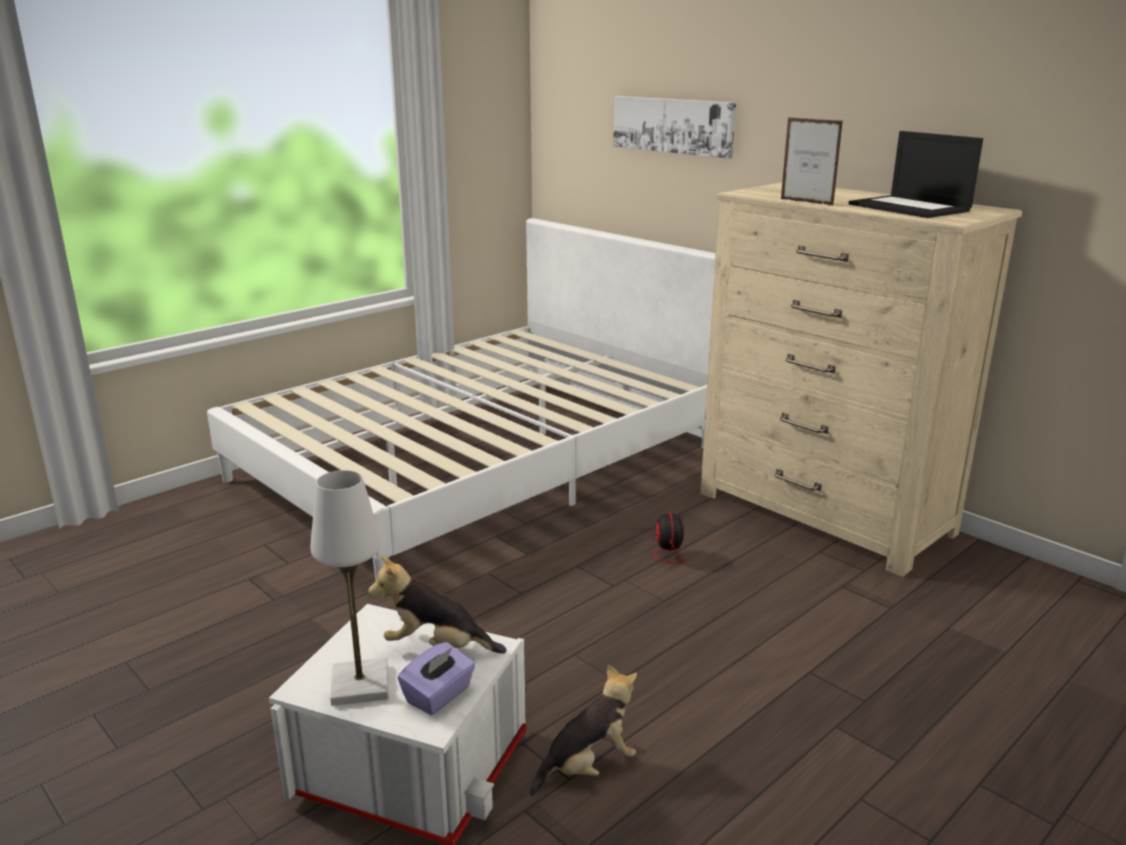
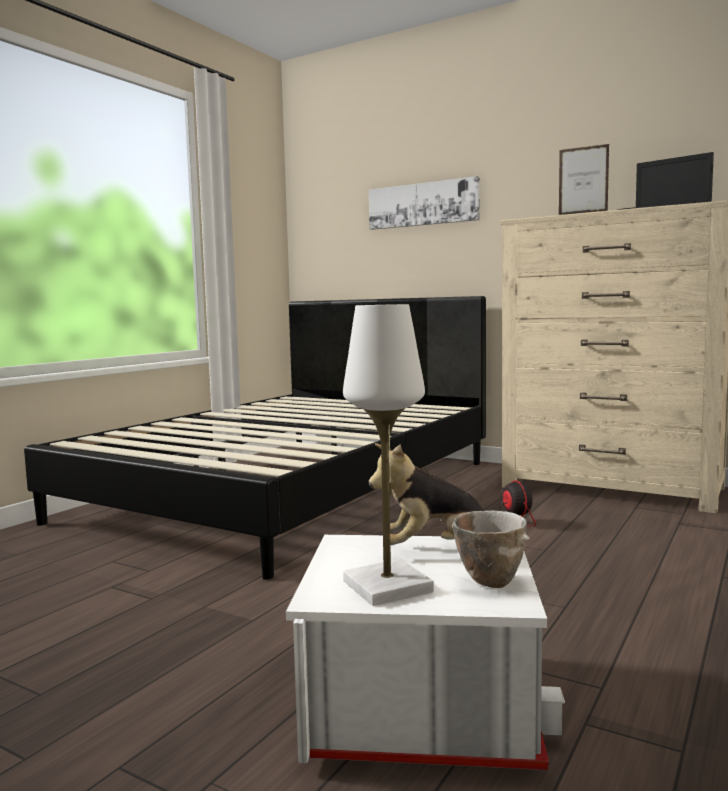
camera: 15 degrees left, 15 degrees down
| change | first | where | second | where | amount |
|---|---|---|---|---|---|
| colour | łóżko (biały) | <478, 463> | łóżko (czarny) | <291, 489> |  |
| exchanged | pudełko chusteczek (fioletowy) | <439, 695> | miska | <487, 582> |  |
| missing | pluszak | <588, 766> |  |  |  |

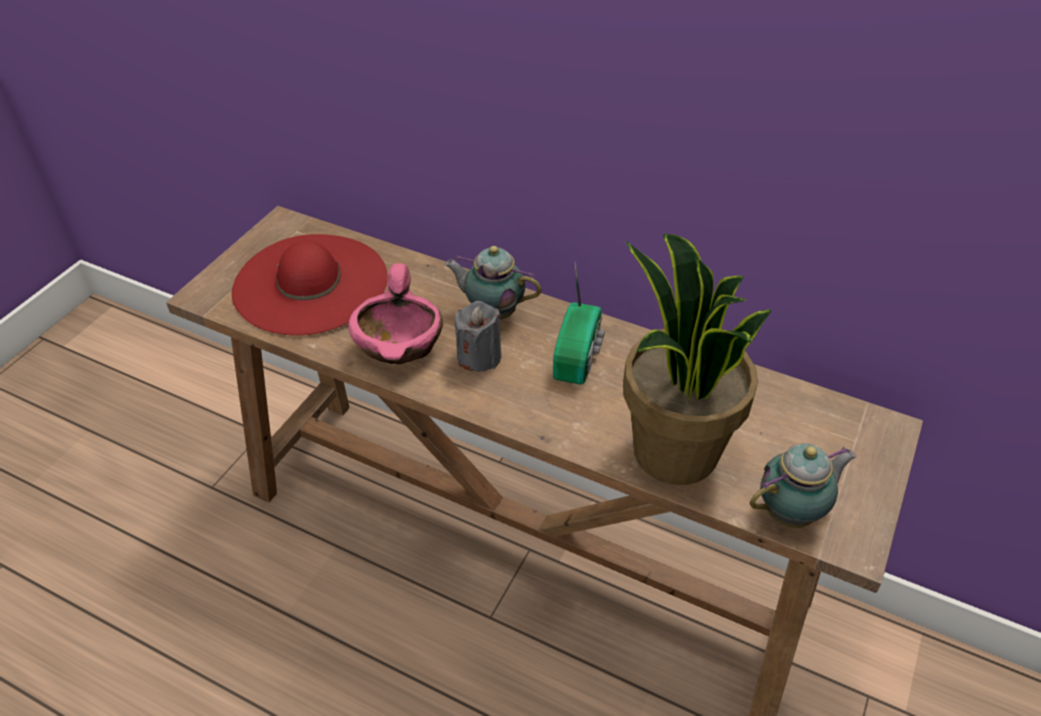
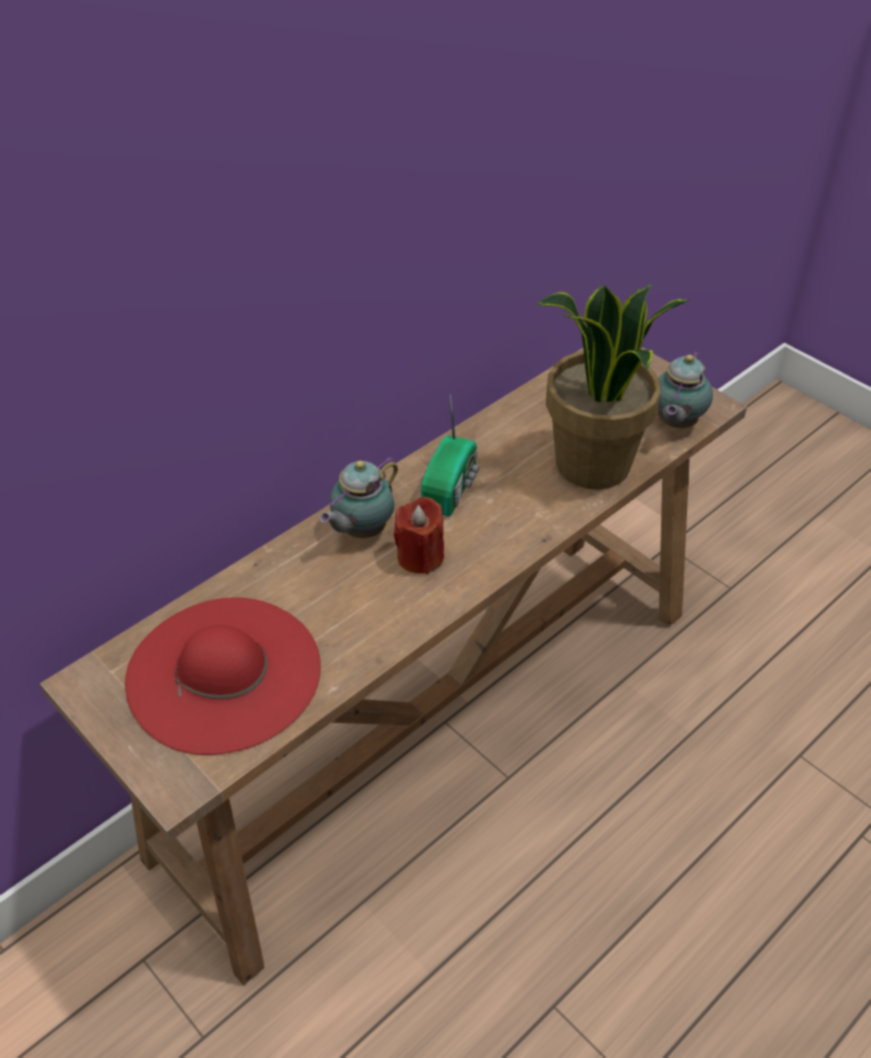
camera: 70 degrees left, 0 degrees up
| change | first | where | second | where | amount |
|---|---|---|---|---|---|
| missing | miska (różowy) | <399, 344> |  |  |  |
| spun | radio | <579, 354> |  | <452, 487> | 75 degrees clockwise |
| colour | świeca (szary) | <479, 356> | świeca (czerwony) | <420, 556> |  |
| spun | imbryk | <792, 512> |  | <675, 424> | 150 degrees counterclockwise |

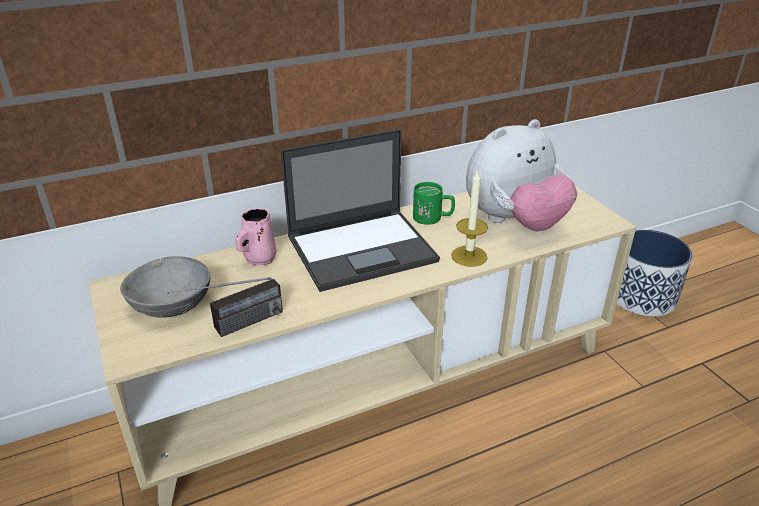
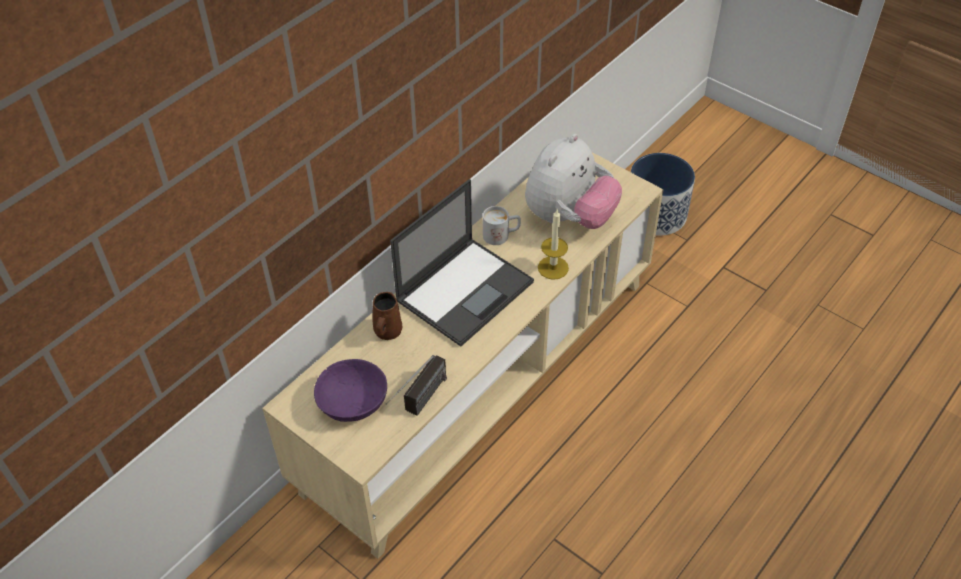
camera: 25 degrees left, 15 degrees up
| change | first | where | second | where | amount |
|---|---|---|---|---|---|
| colour | kubek (zielony) | <433, 218> | kubek (biały) | <501, 235> |  |
| colour | kubek (różowy) | <258, 258> | kubek (brązowy) | <387, 332> |  |
| colour | miska (szary) | <172, 304> | miska (fioletowy) | <354, 403> |  |

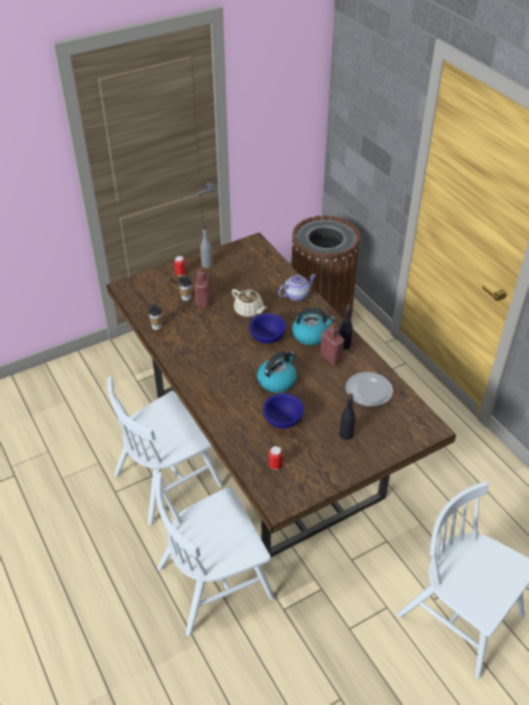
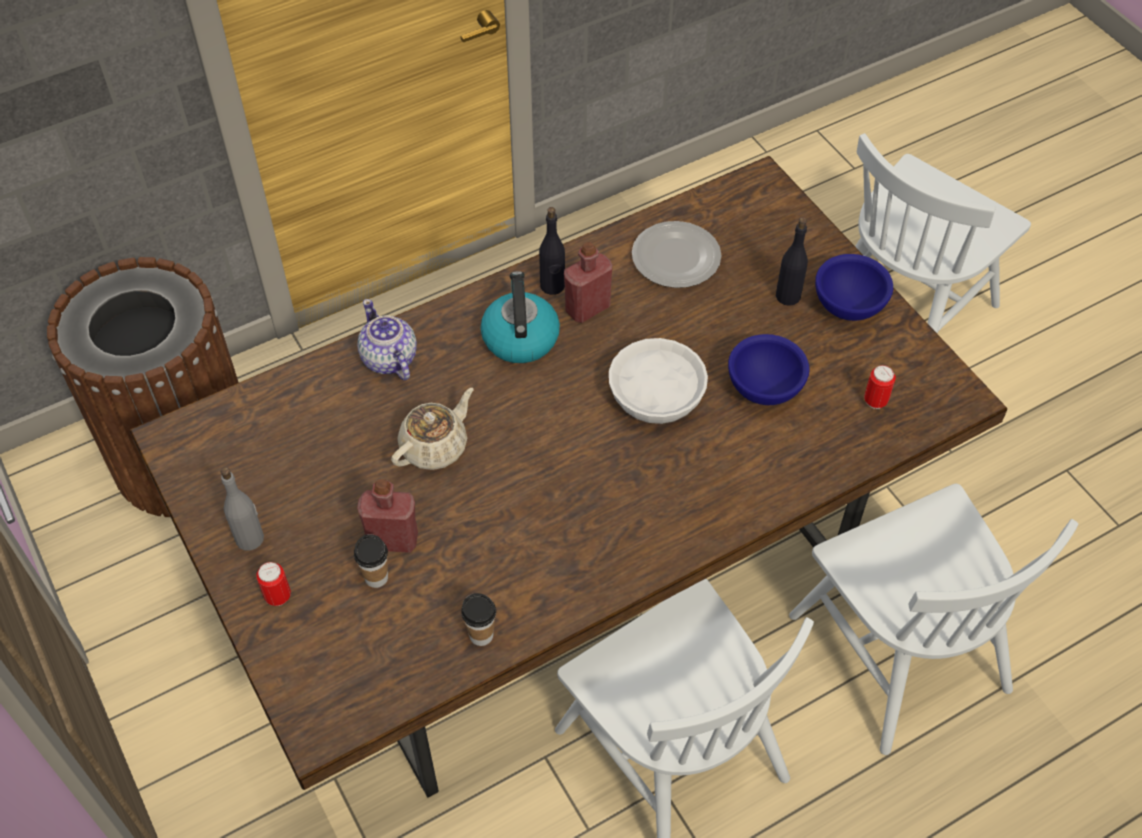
camera: 90 degrees left, 10 degrees up
| change | first | where | second | where | amount |
|---|---|---|---|---|---|
| relocated | miska (niebieski) | <267, 338> |  | <848, 307> |  |
| exchanged | czajnik | <277, 381> | miska (biały) | <656, 396> |  |

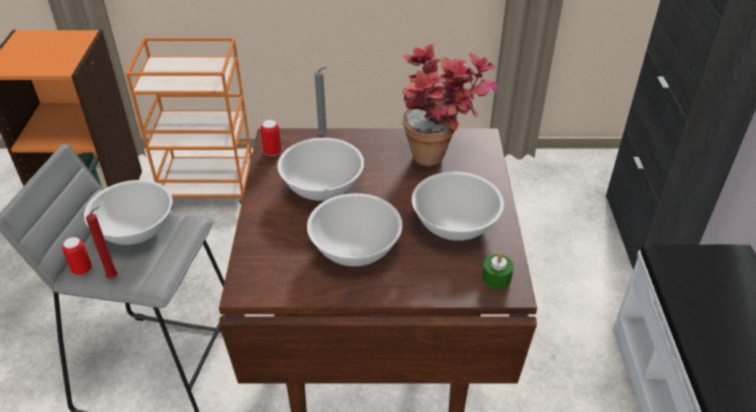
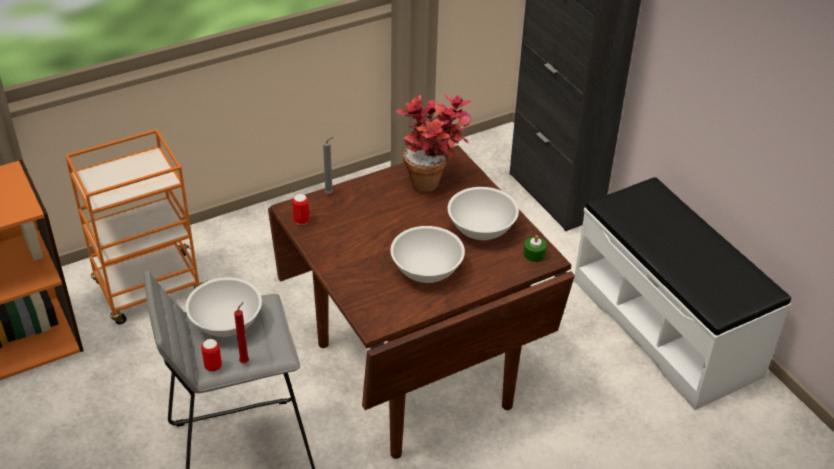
camera: 30 degrees left, 0 degrees up
| change | first | where | second | where | amount |
|---|---|---|---|---|---|
| missing | miska (biały) | <323, 187> |  |  |  |

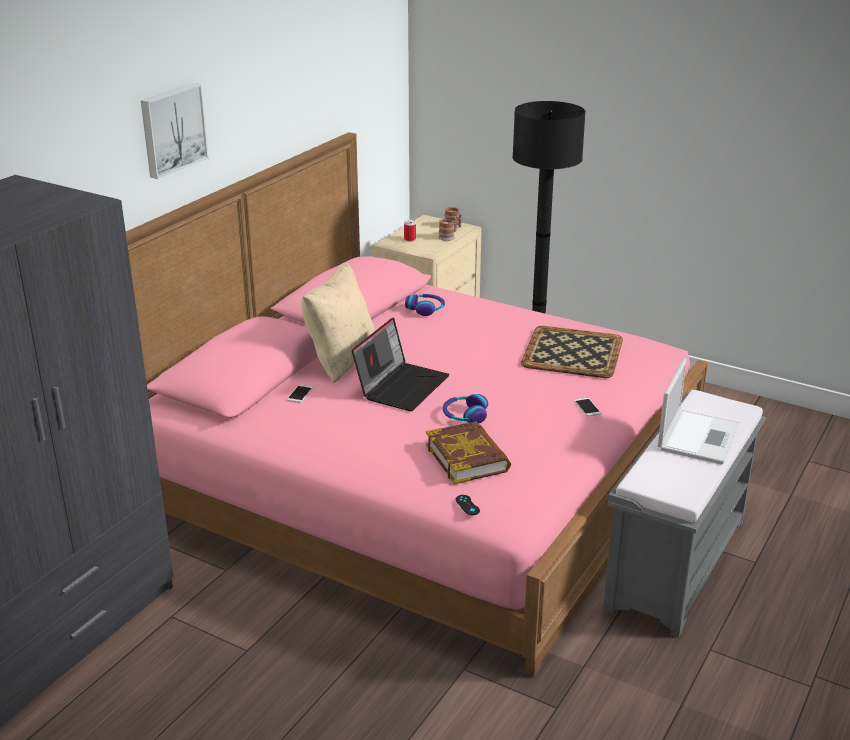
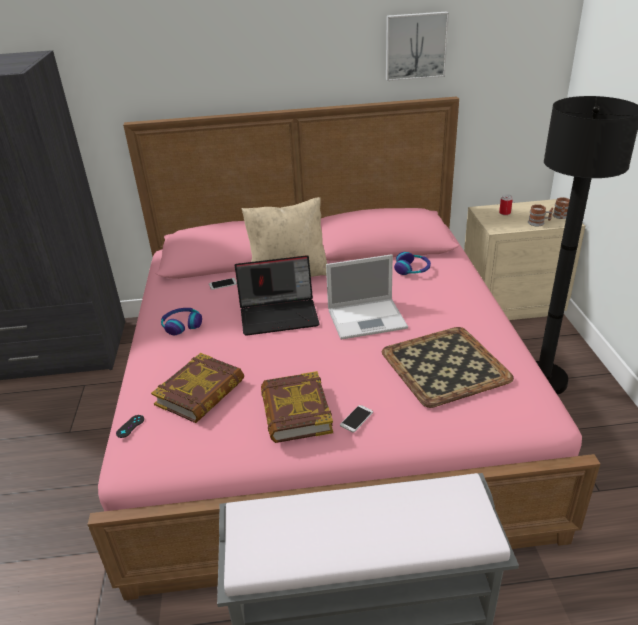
camera: 55 degrees right, 5 degrees up
| change | first | where | second | where | amount |
|---|---|---|---|---|---|
| relocated | obraz | <172, 129> |  | <415, 46> |  |
| relocated | laptop | <698, 436> |  | <368, 318> |  |
| relocated | słuchawki | <465, 415> |  | <182, 325> |  |
| appeared |  |  | książka | <295, 412> |  |

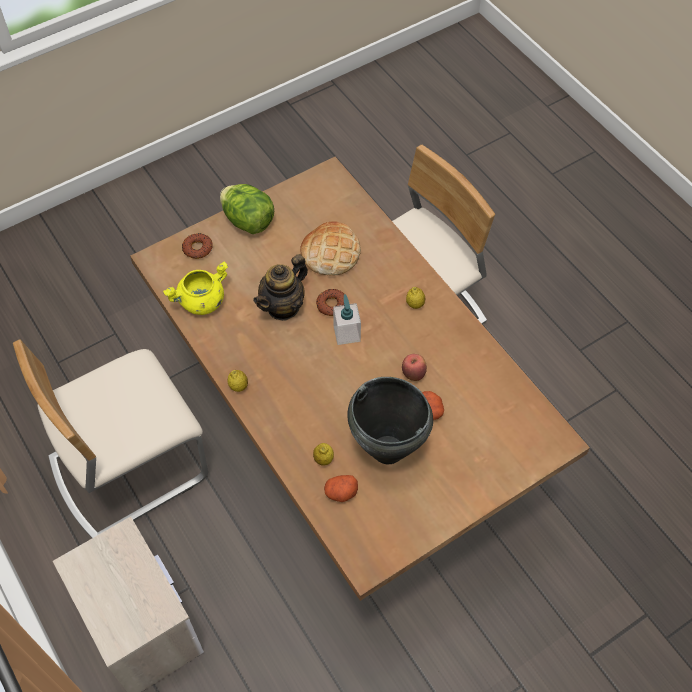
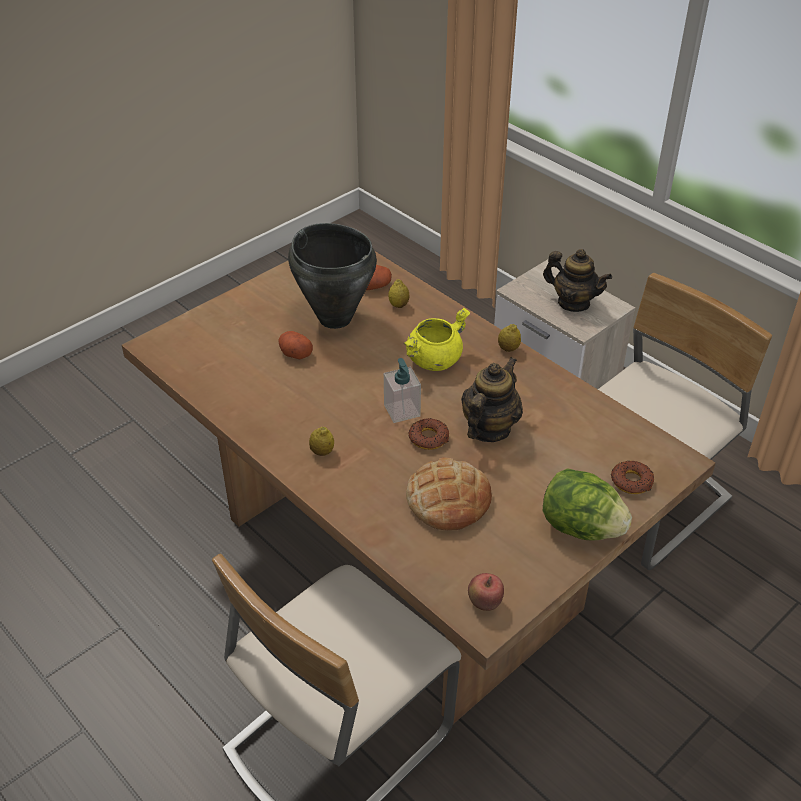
camera: 170 degrees right, 15 degrees down
| change | first | where | second | where | amount |
|---|---|---|---|---|---|
| relocated | garnek (żółty) | <201, 302> |  | <434, 360> |  |
| relocated | jabłko | <413, 374> |  | <484, 603> |  |
| appeared |  |  | imbryk | <573, 303> |  |

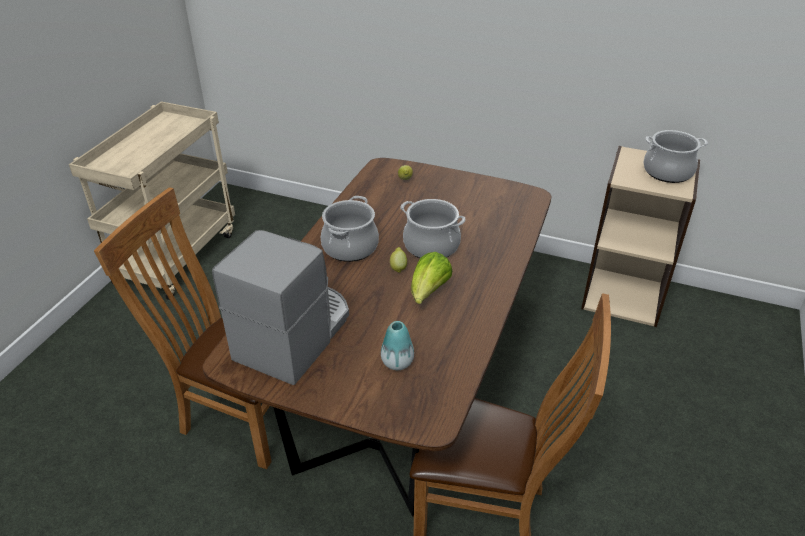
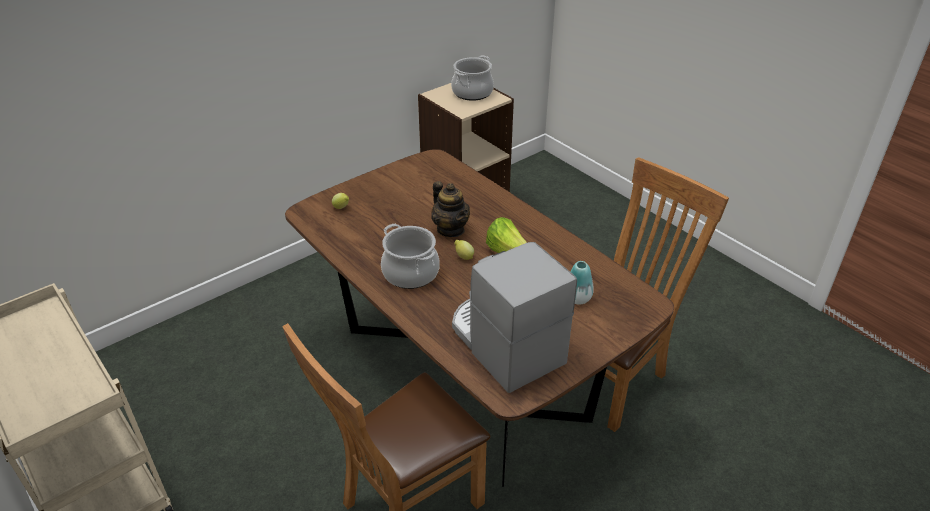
camera: 60 degrees left, 0 degrees up
| change | first | where | second | where | amount |
|---|---|---|---|---|---|
| exchanged | garnek | <431, 245> | imbryk | <451, 229> |  |

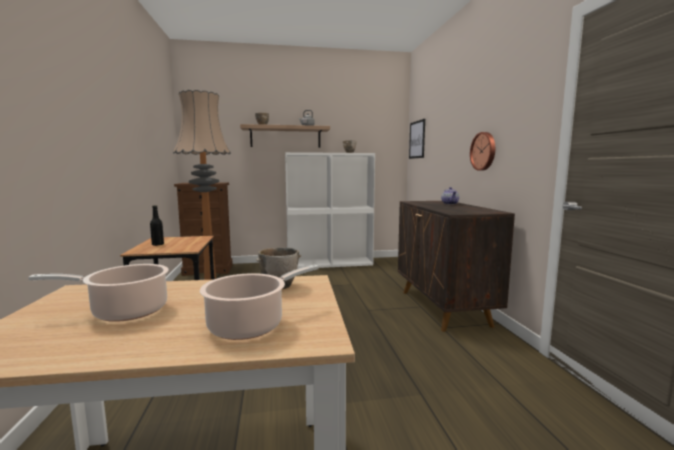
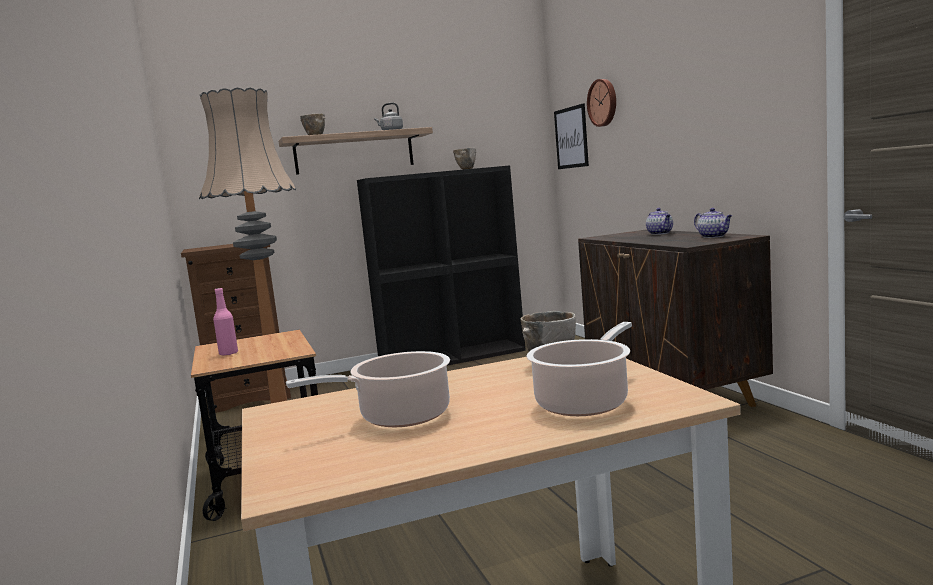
camera: 10 degrees left, 0 degrees up
| change | first | where | second | where | amount |
|---|---|---|---|---|---|
| relocated | zegar ścienny | <484, 151> |  | <603, 102> |  |
| colour | regał (biały) | <330, 263> | regał (czarny) | <453, 357> |  |
| colour | butelka (czarny) | <157, 244> | butelka (różowy) | <228, 353> |  |
| appeared |  |  | imbryk | <714, 236> |  |

